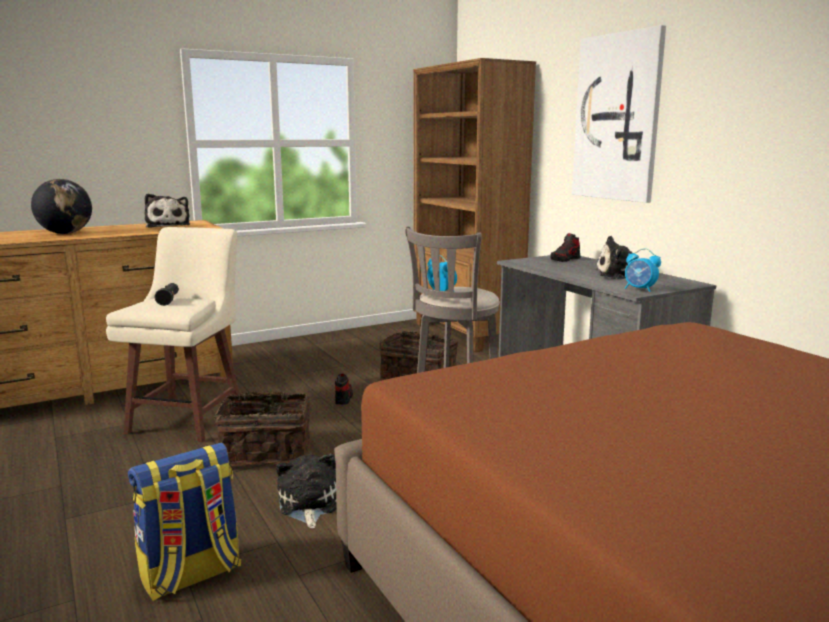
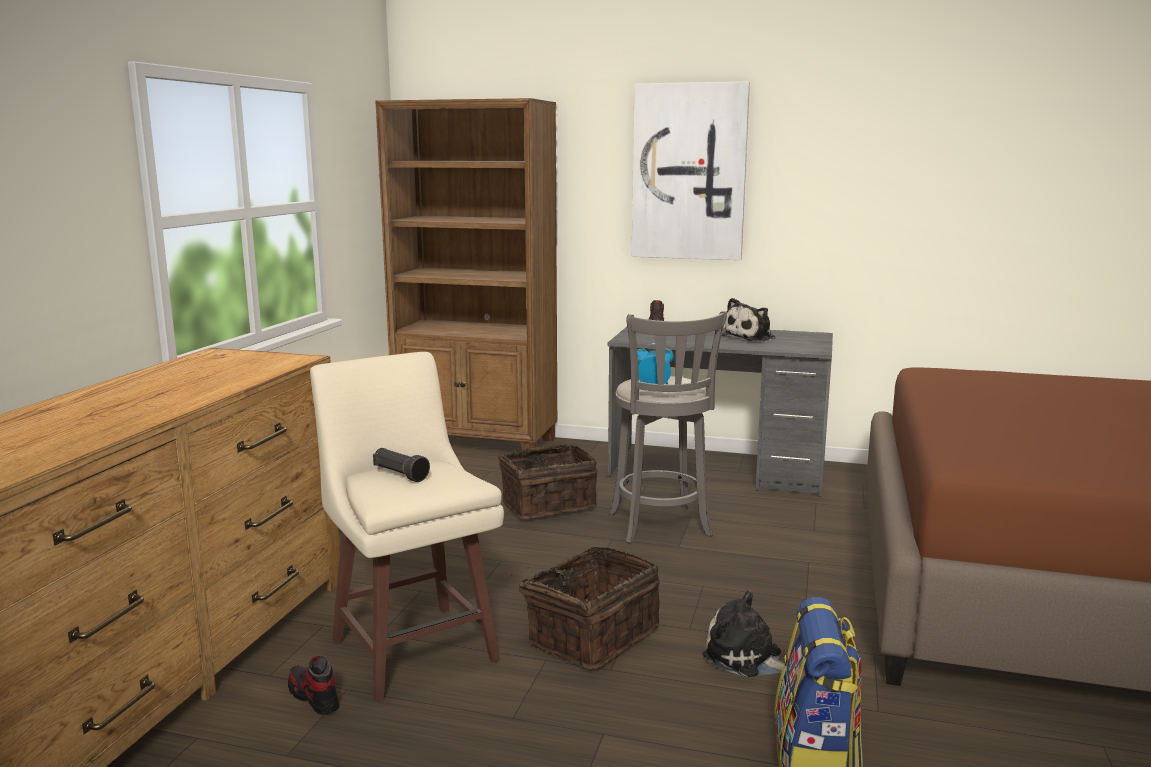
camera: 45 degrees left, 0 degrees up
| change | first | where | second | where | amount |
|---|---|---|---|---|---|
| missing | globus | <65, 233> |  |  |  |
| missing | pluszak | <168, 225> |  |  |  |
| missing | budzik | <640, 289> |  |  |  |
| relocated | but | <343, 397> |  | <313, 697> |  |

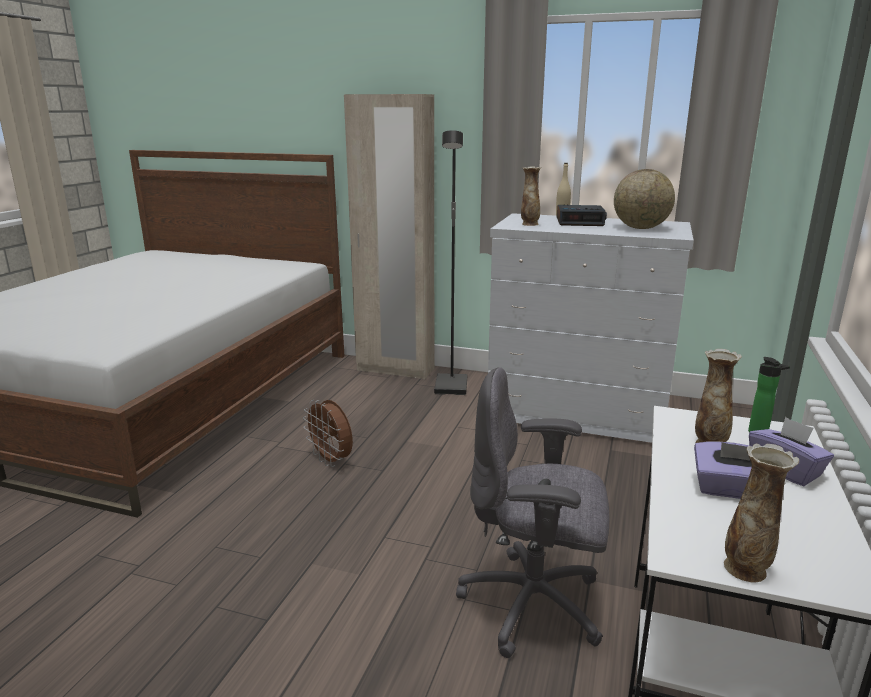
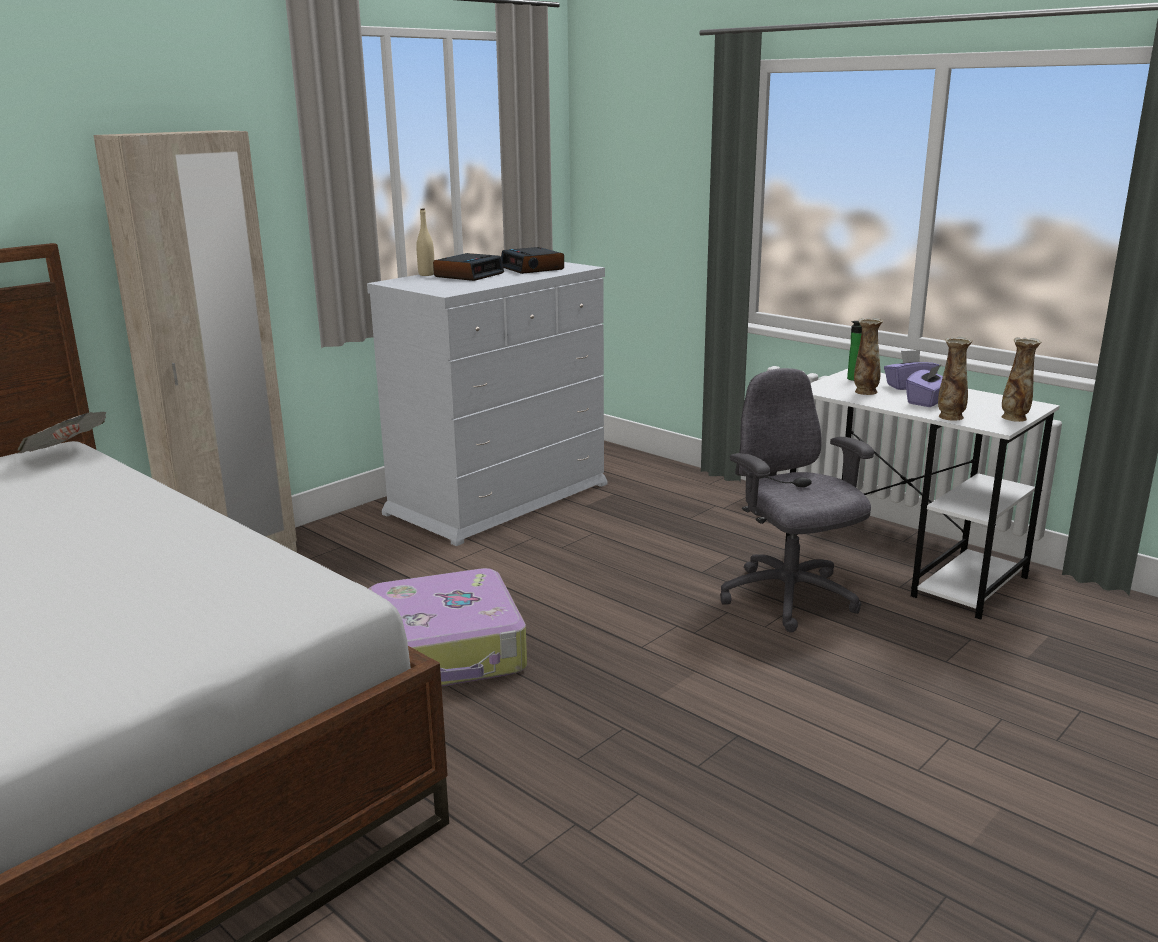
camera: 65 degrees left, 0 degrees up
| change | first | where | second | where | amount |
|---|---|---|---|---|---|
| missing | lampa stojąca (czarny) | <452, 387> |  |  |  |
| relocated | wazon | <529, 224> |  | <950, 417> |  |
| exchanged | globus | <640, 228> | budzik | <533, 268> |  |
| spun | krzesło biurowe (szary) | <534, 605> |  | <789, 599> | 120 degrees clockwise |
| exchanged | wentylator (brązowy) | <332, 460> | walizka | <447, 652> |  |
| appeared |  |  | gazeta | <66, 455> |  |

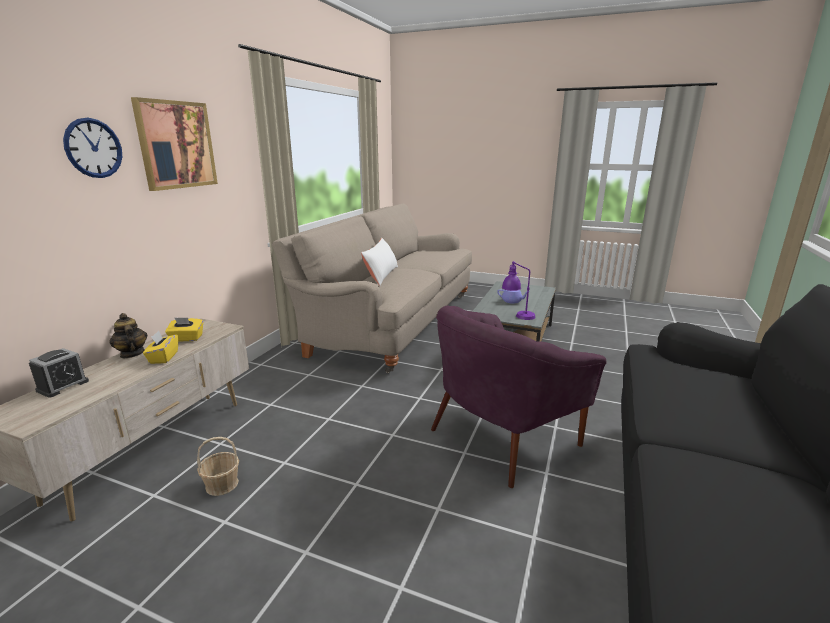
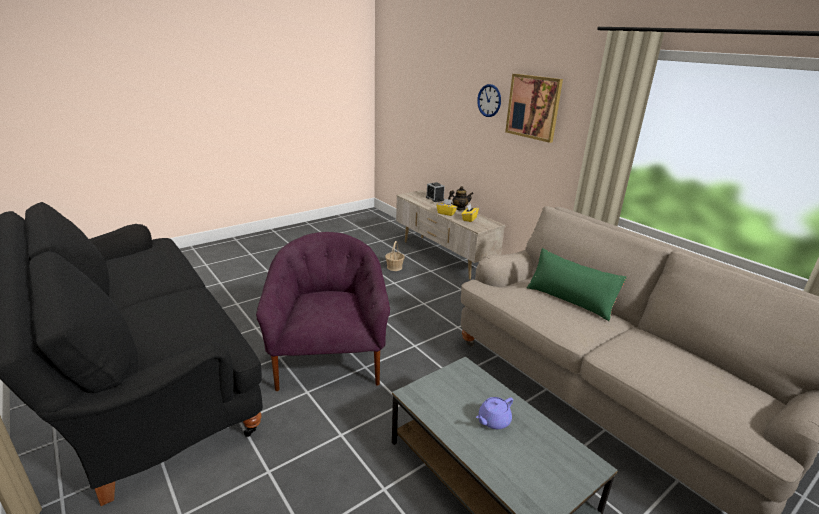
camera: 120 degrees right, 5 degrees up
| change | first | where | second | where | amount |
|---|---|---|---|---|---|
| colour | poduszka (biały) | <381, 275> | poduszka (zielony) | <570, 300> |  |
| missing | lampa stołowa (fioletowy) | <517, 316> |  |  |  |

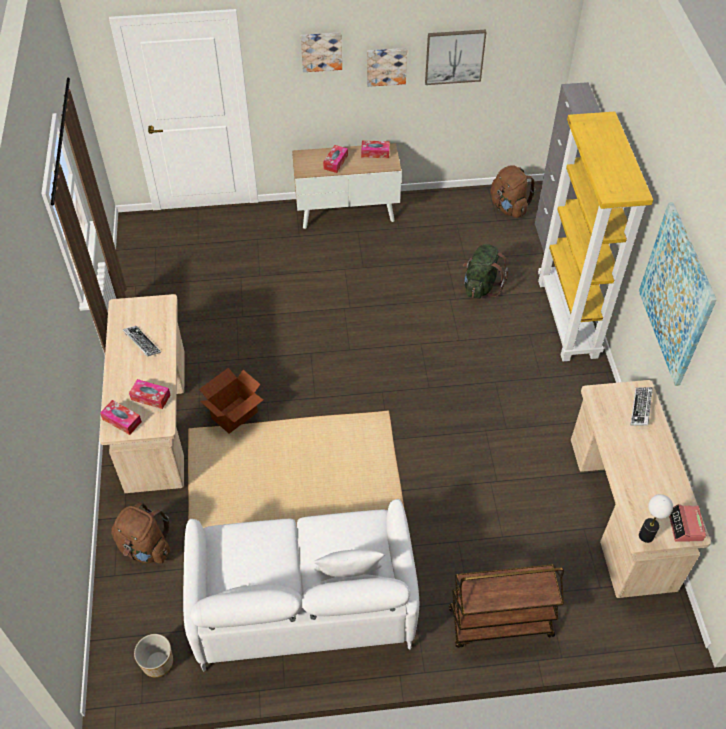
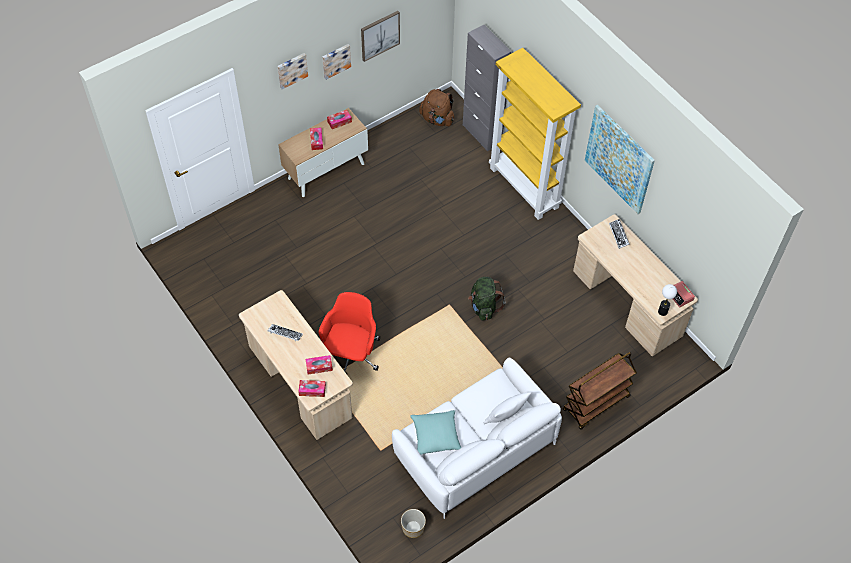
camera: 30 degrees left, 5 degrees up
| change | first | where | second | where | amount |
|---|---|---|---|---|---|
| relocated | plecak (zielony) | <480, 286> |  | <484, 306> |  |
| exchanged | karton | <235, 415> | krzesło biurowe (czerwony) | <351, 354> |  |
| missing | plecak (brązowy) | <145, 547> |  |  |  |
| appeared |  |  | poduszka (turkusowy) | <435, 436> |  |

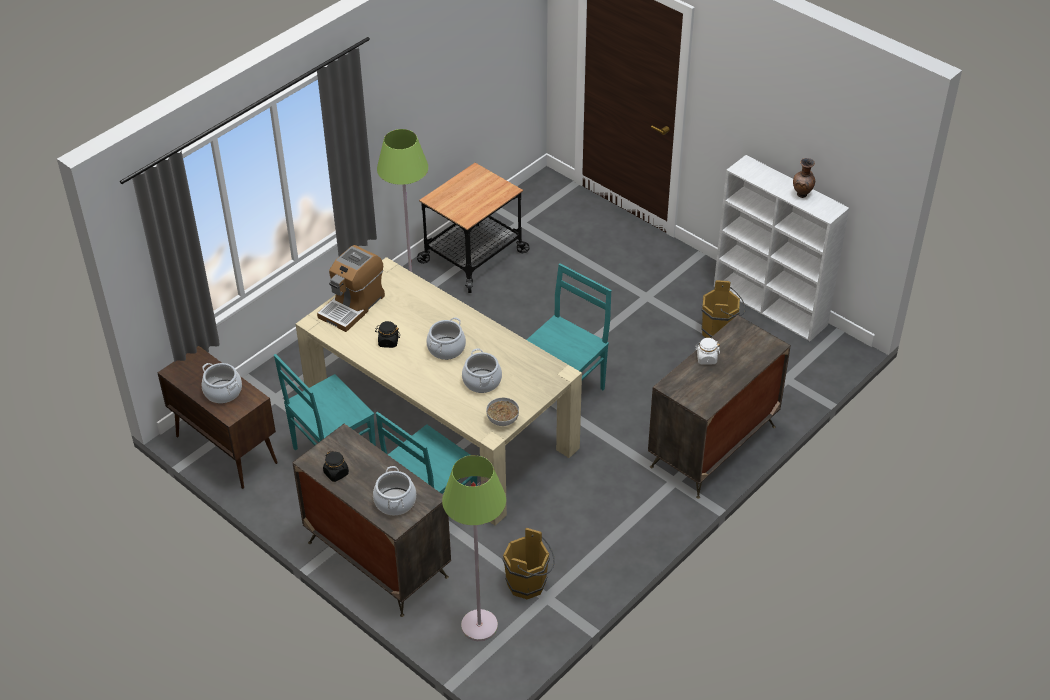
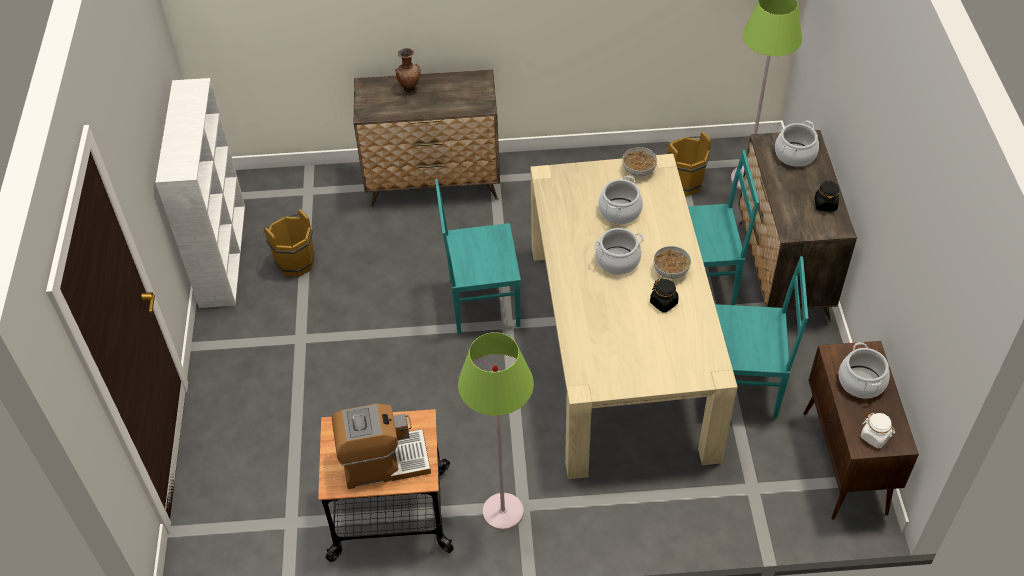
camera: 135 degrees left, 5 degrees up
| change | first | where | second | where | amount |
|---|---|---|---|---|---|
| relocated | wazon (brązowy) | <802, 195> |  | <409, 88> |  |
| relocated | ekspres do kawy | <352, 306> |  | <383, 461> |  |
| relocated | słoik (biały) | <706, 358> |  | <875, 437> |  |
| appeared |  |  | miska | <671, 271> |  |

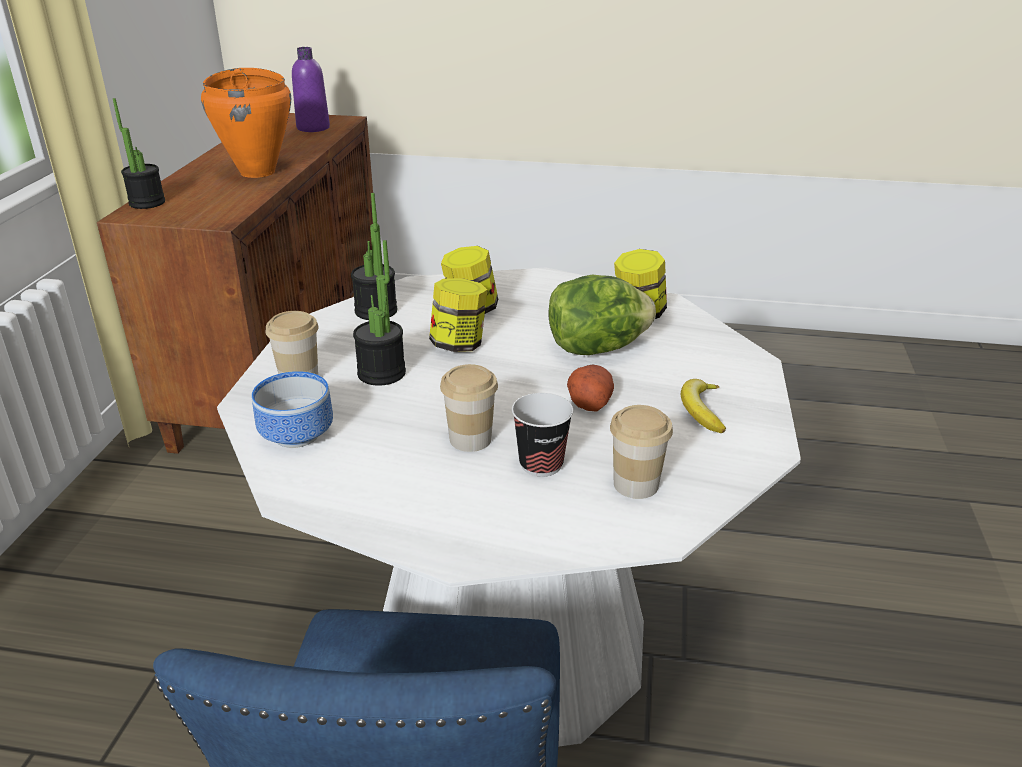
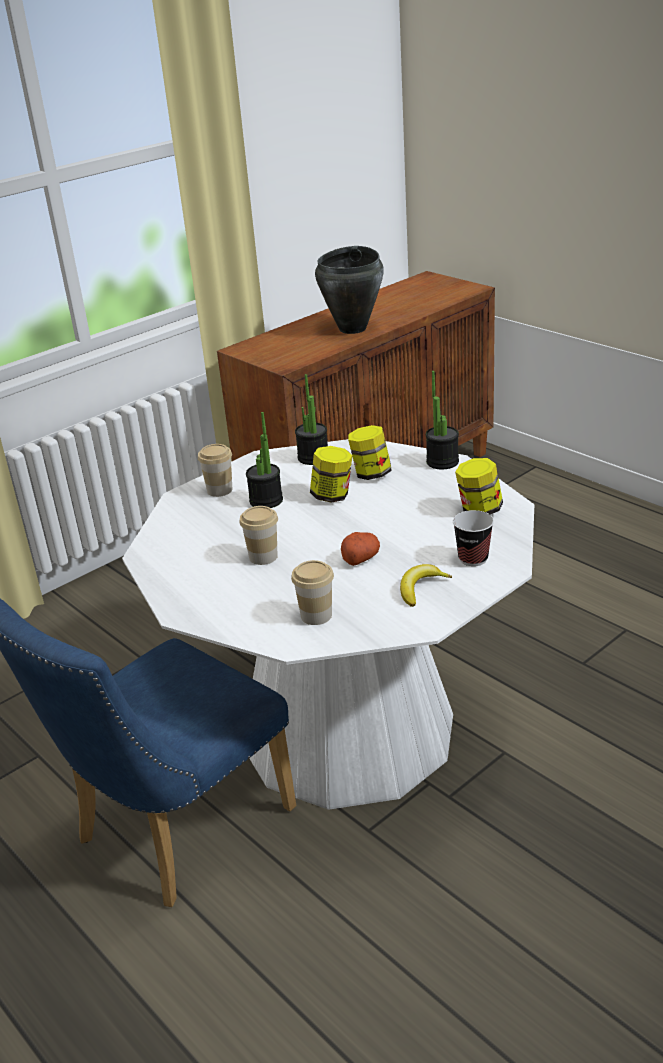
camera: 40 degrees right, 0 degrees up
| change | first | where | second | where | amount |
|---|---|---|---|---|---|
| missing | butelka (fioletowy) | <313, 128> |  |  |  |
| colour | garnek (pomarańczowy) | <258, 172> | garnek (czarny) | <353, 328> |  |
| relocated | roślina doniczkowa | <147, 203> |  | <442, 462> |  |
| missing | sałata | <596, 348> |  |  |  |
| missing | miska | <300, 433> |  |  |  |
| relocated | filiżanka | <541, 464> |  | <473, 558> |  |

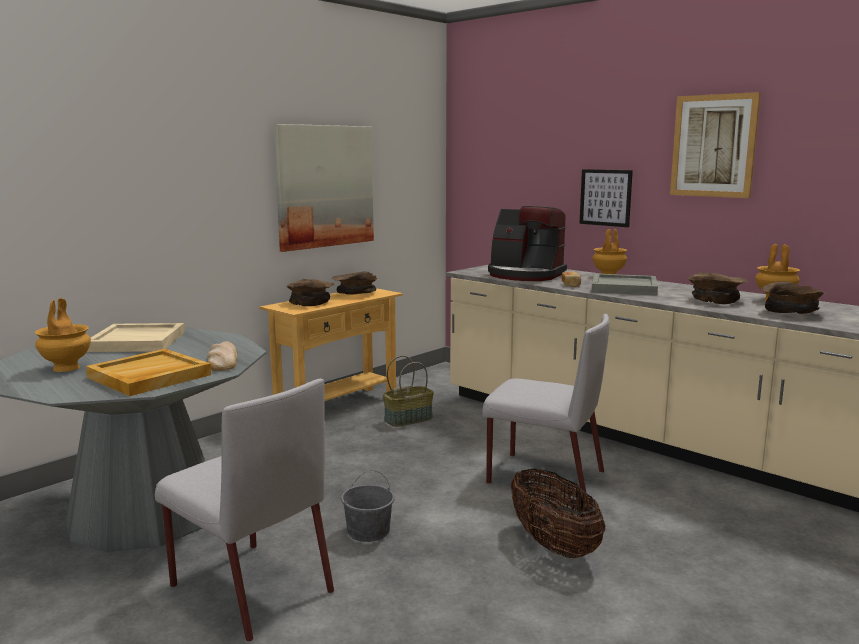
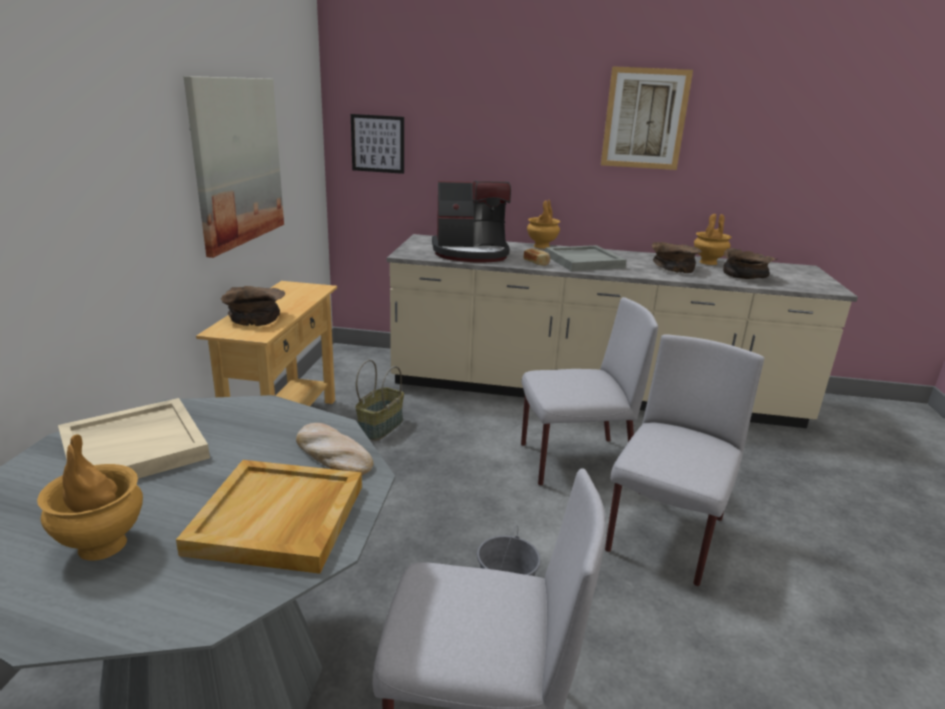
camera: 35 degrees left, 10 degrees up
| change | first | where | second | where | amount |
|---|---|---|---|---|---|
| relocated | obraz | <605, 197> |  | <378, 144> |  |
| missing | miska (brązowy) | <355, 294> |  |  |  |
| exchanged | koszyk | <553, 545> | krzesło (szary) | <665, 536> |  |

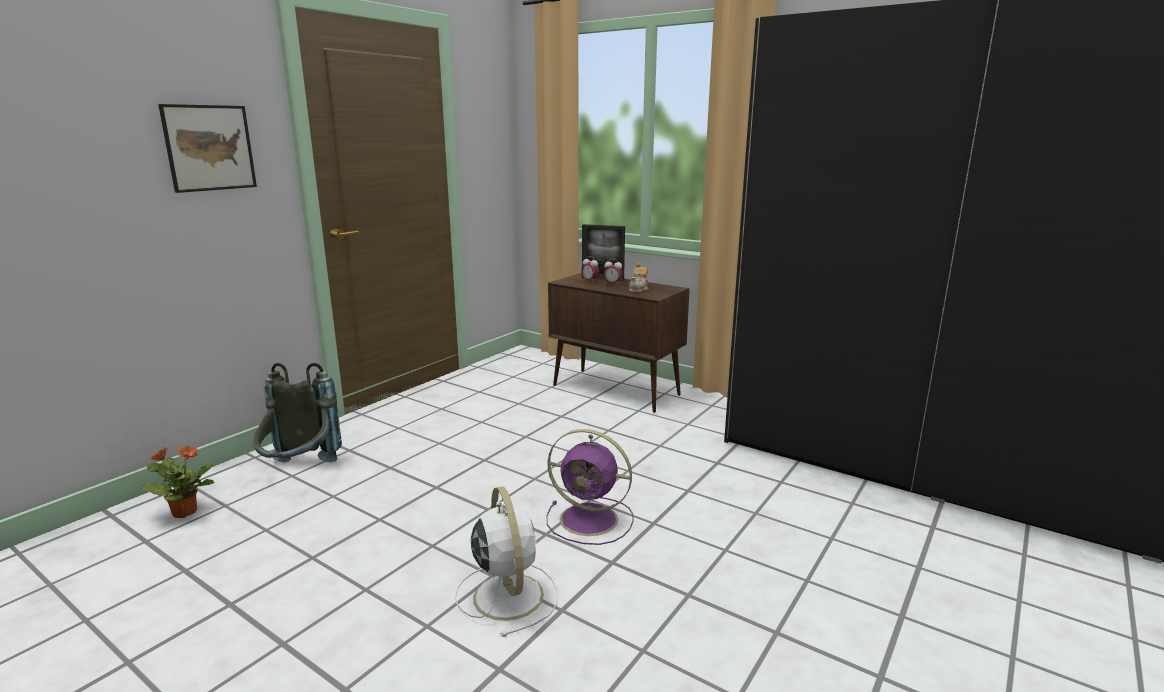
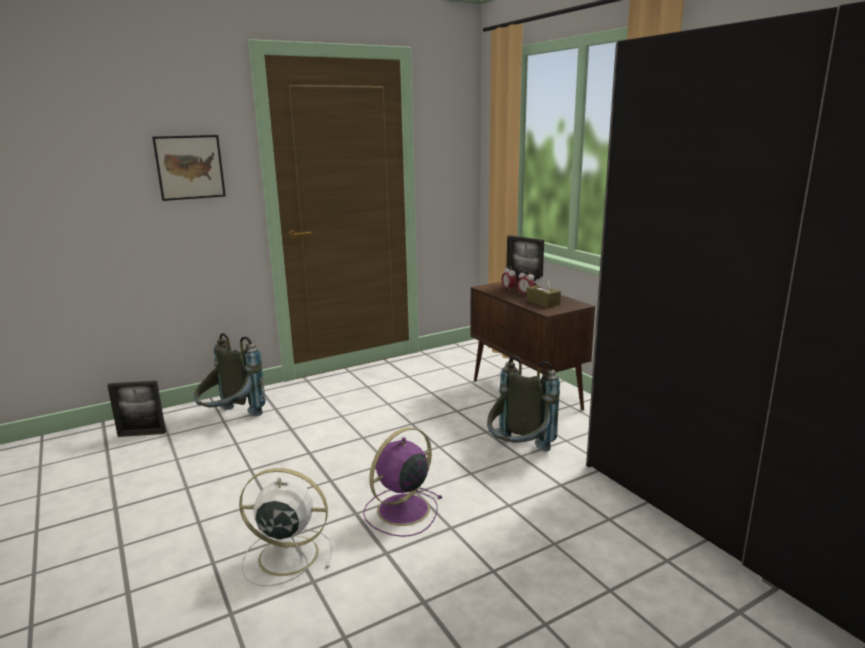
camera: 25 degrees right, 0 degrees up
| change | first | where | second | where | amount |
|---|---|---|---|---|---|
| exchanged | imbryk | <639, 289> | pudełko chusteczek (brązowy) | <542, 302> |  |
| spun | wentylator (fioletowy) | <591, 520> |  | <401, 511> | 90 degrees clockwise |
| exchanged | roślina doniczkowa | <184, 512> | ramka na zdjęcie | <142, 434> |  |
| spun | wentylator (biały) | <507, 594> |  | <285, 555> | 90 degrees counterclockwise |
| appeared |  |  | plecak (szary) | <519, 454> |  |

